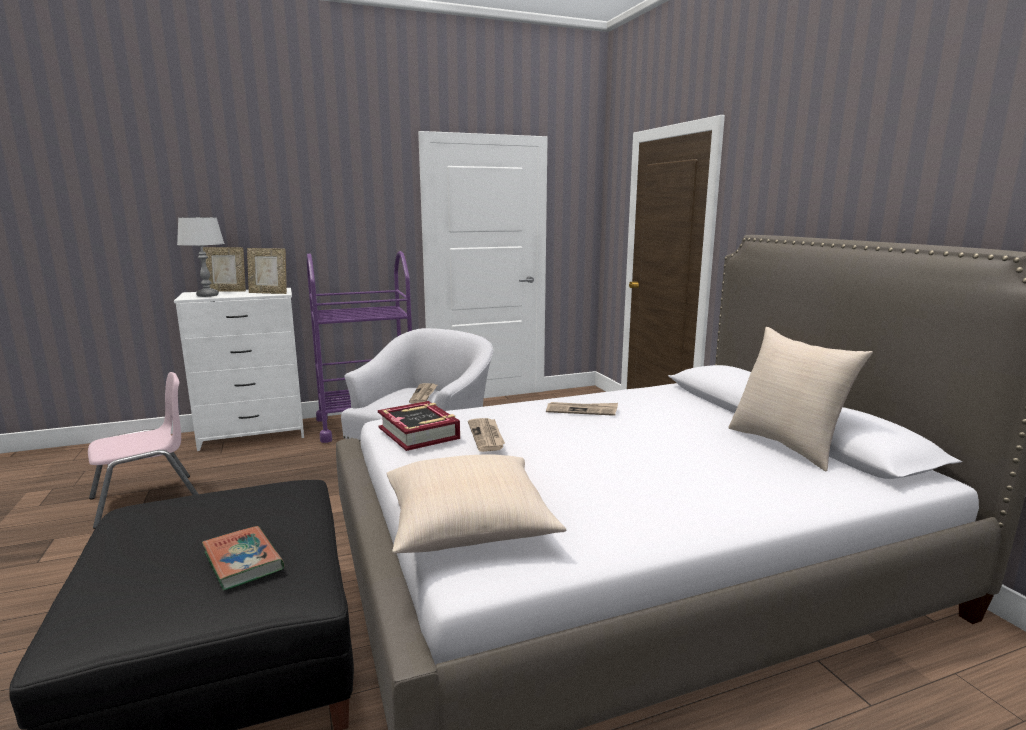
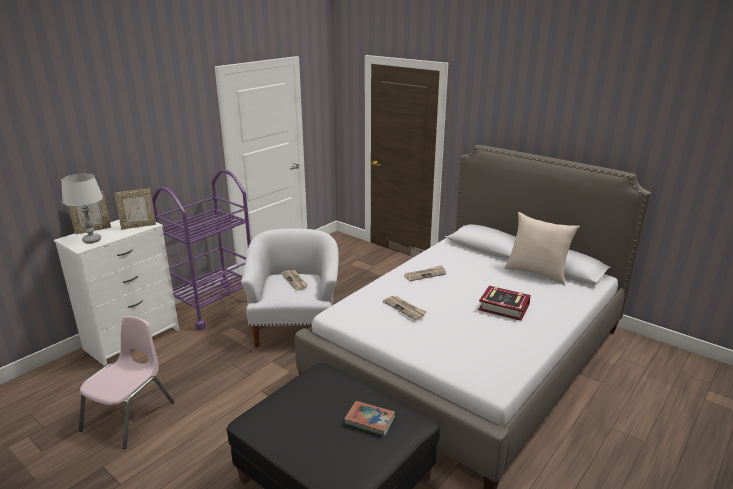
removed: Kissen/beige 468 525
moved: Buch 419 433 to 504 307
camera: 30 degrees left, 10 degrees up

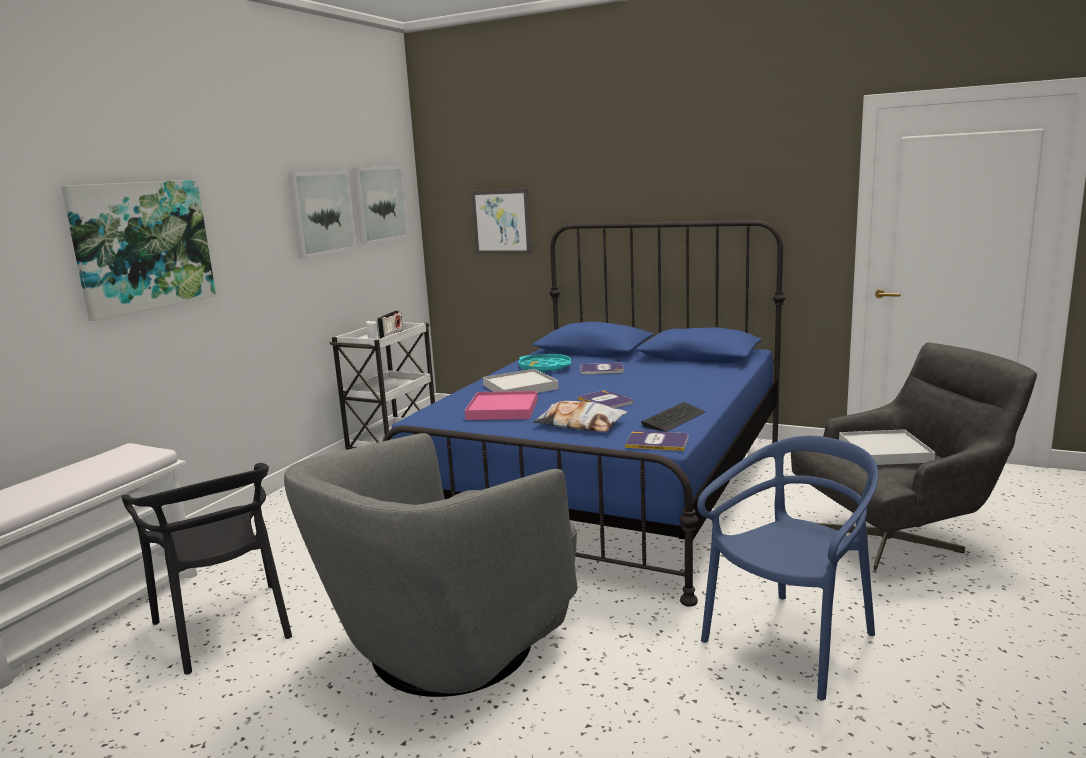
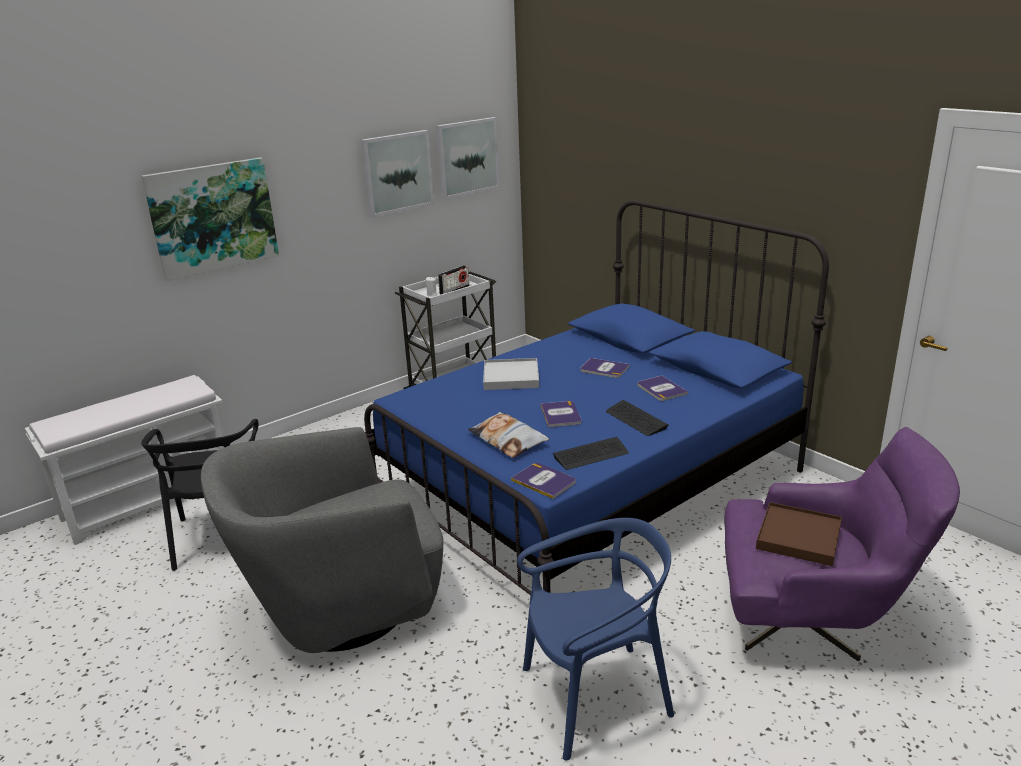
removed: Tablett/rosa 502 409; Bild 501 222; Tablett/türkis 545 368
added: Tastatur 636 419; Buch 661 389
recoloured: Sessel/grau 901 536 to Sessel/lila 814 621; Tablett/weiß 884 451 to Tablett/braun 798 537
camera: 25 degrees right, 10 degrees up

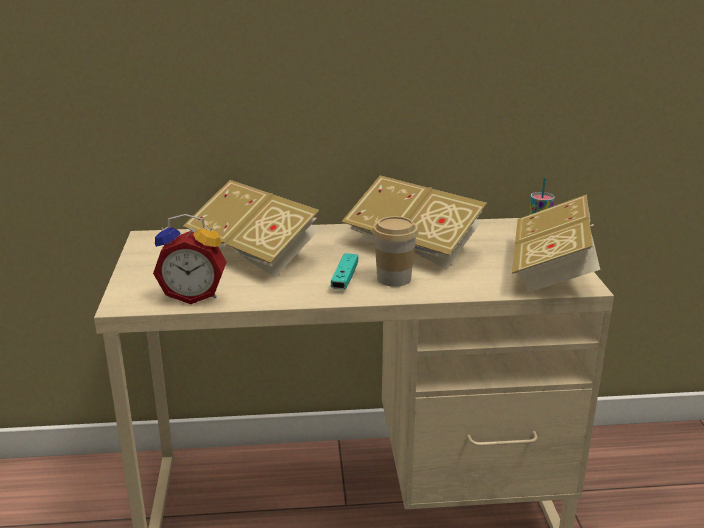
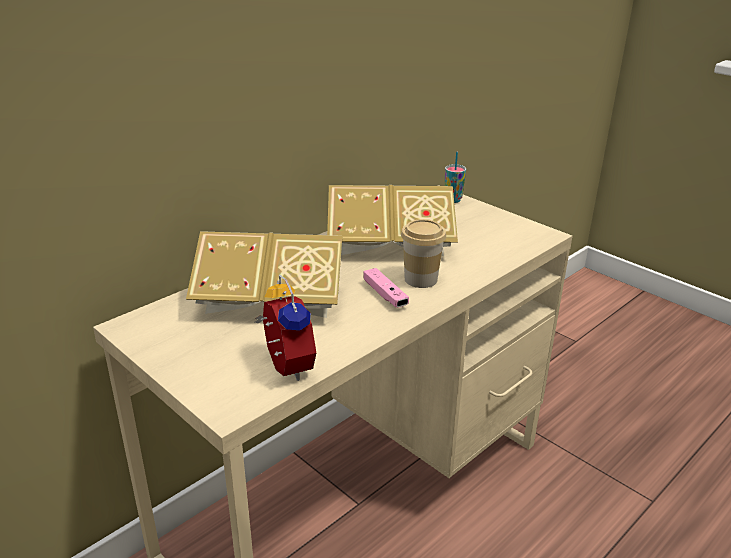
removed: Buch 552 270
recoloured: Gamepad/türkis 345 279 to Gamepad/rosa 385 295
turned: Wecker 194 295 = 284 367 75 degrees counterclockwise
camera: 40 degrees left, 5 degrees up

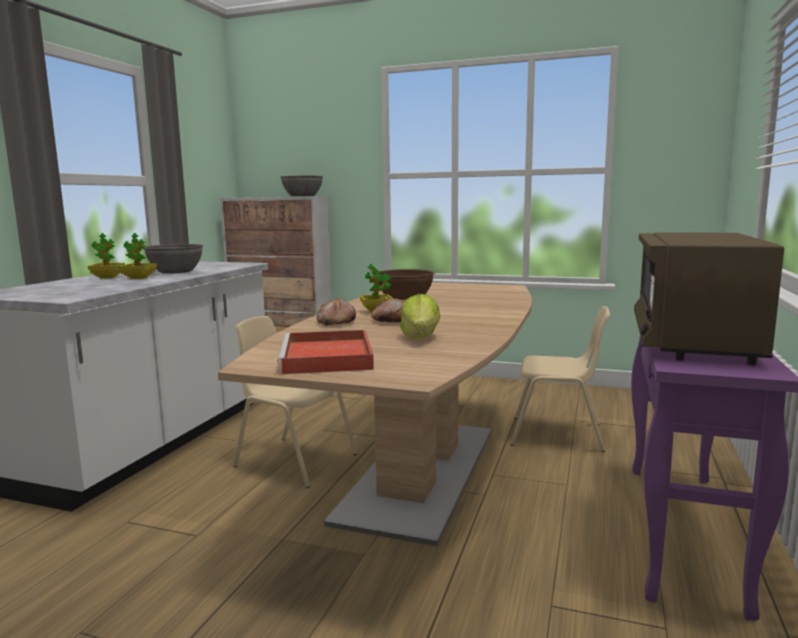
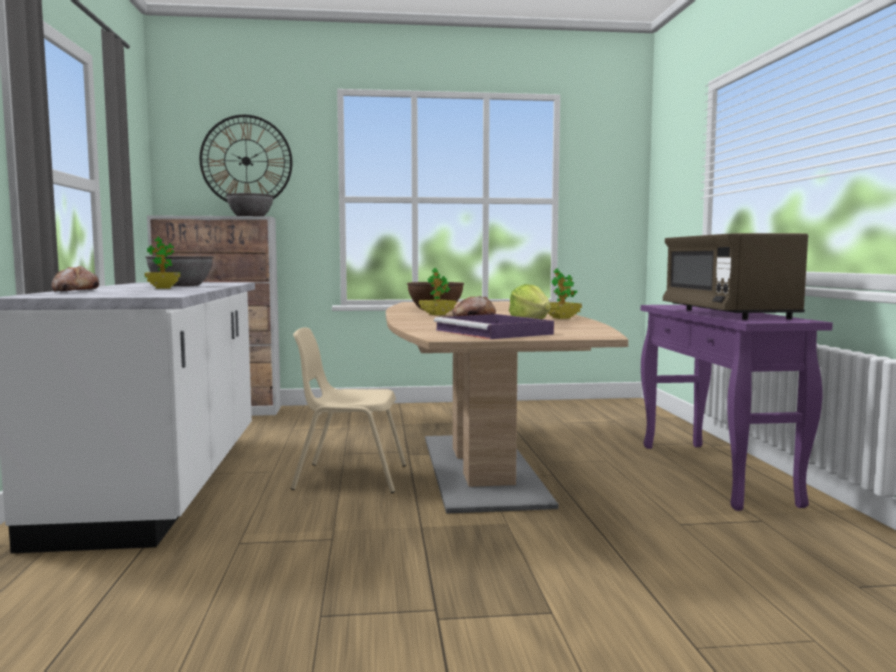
removed: Stuhl/beige 558 435
added: Wanduhr 246 161
moved: Brot 335 322 to 75 291; Topfpflanze 108 277 to 561 318
recoloured: Tablett/rot 328 357 to Tablett/lila 495 332
camera: 25 degrees left, 5 degrees down

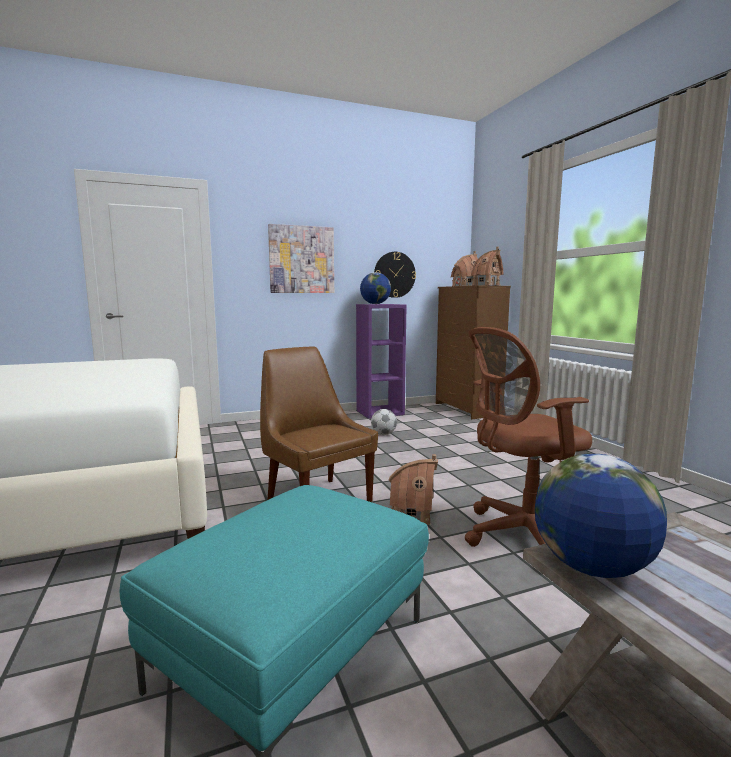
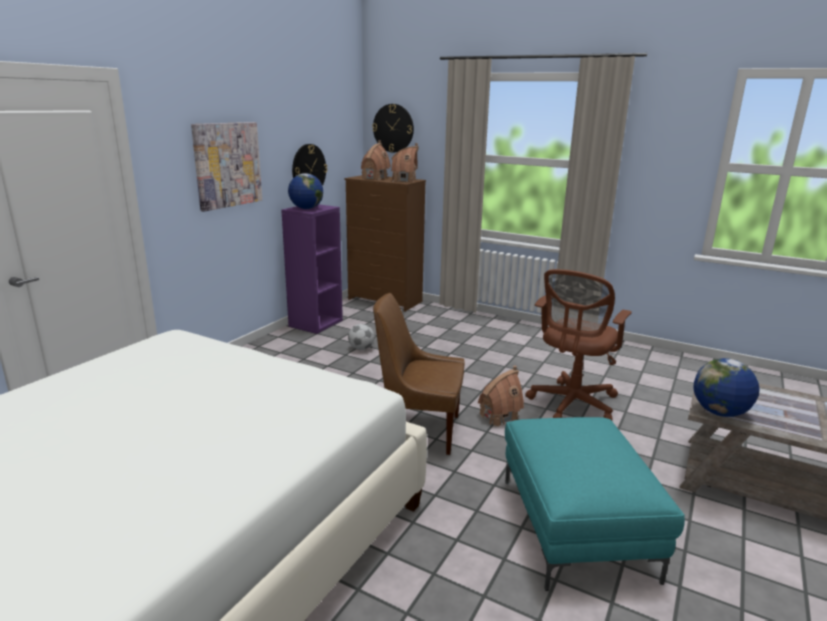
added: Wanduhr 393 128
camera: 40 degrees left, 10 degrees up

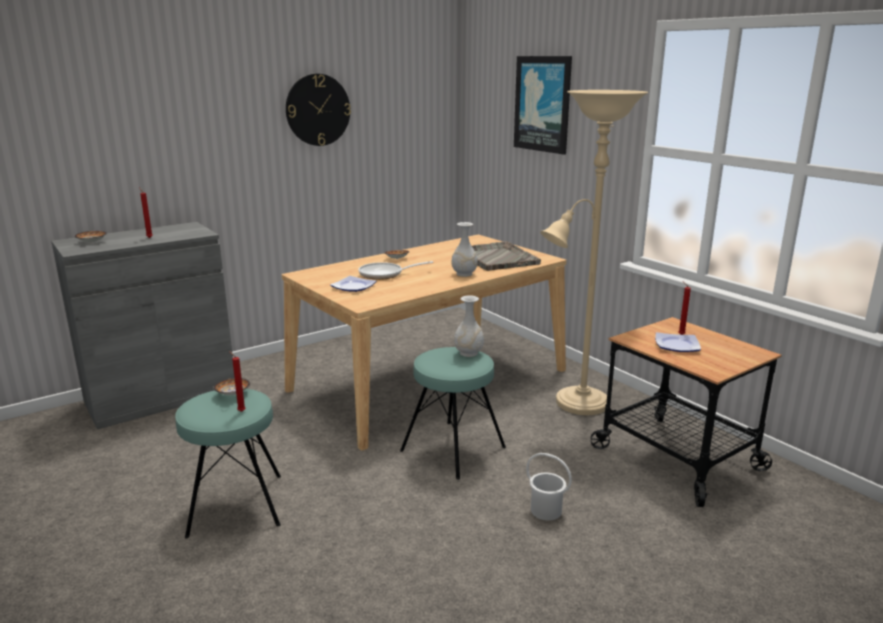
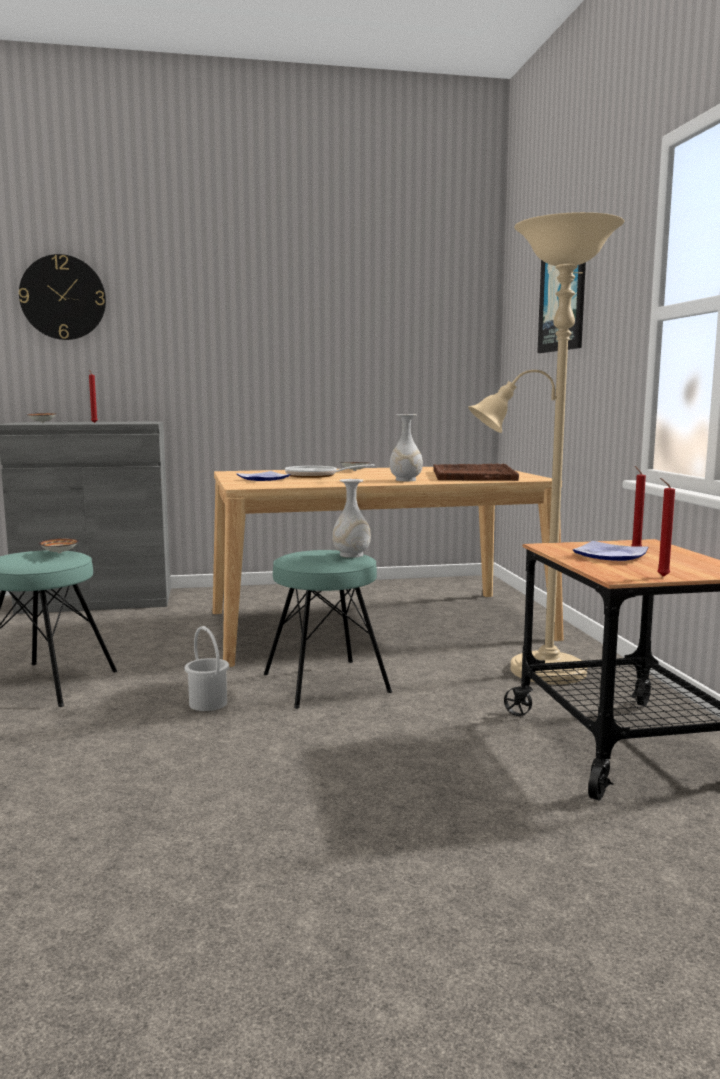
moved: Wanduhr 318 110 to 63 297; Eimer/weiß 546 510 to 208 703; Kerze/rot 240 411 to 661 576
recoloured: Tablett/grau 497 258 to Tablett/braun 473 475
camera: 25 degrees right, 10 degrees down

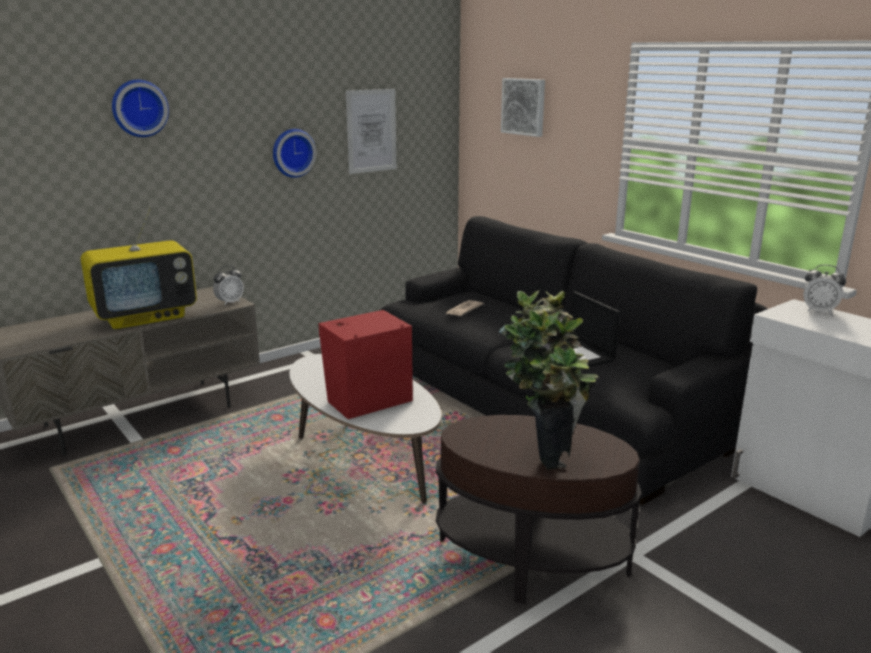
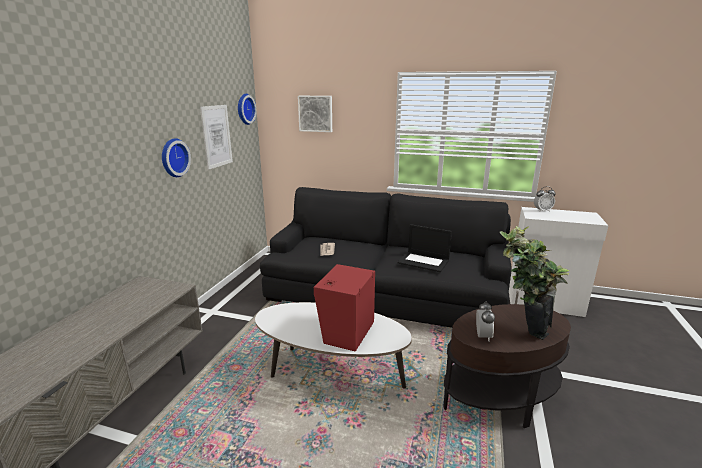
removed: Fernseher 145 317
moved: Wanduhr 139 108 to 244 109; Wecker 230 302 to 482 336
camera: 35 degrees left, 0 degrees up

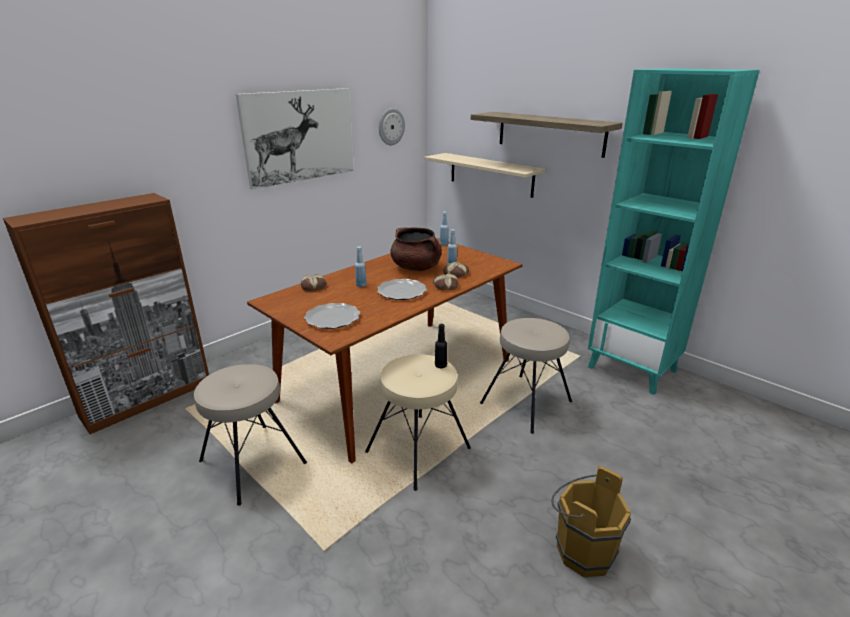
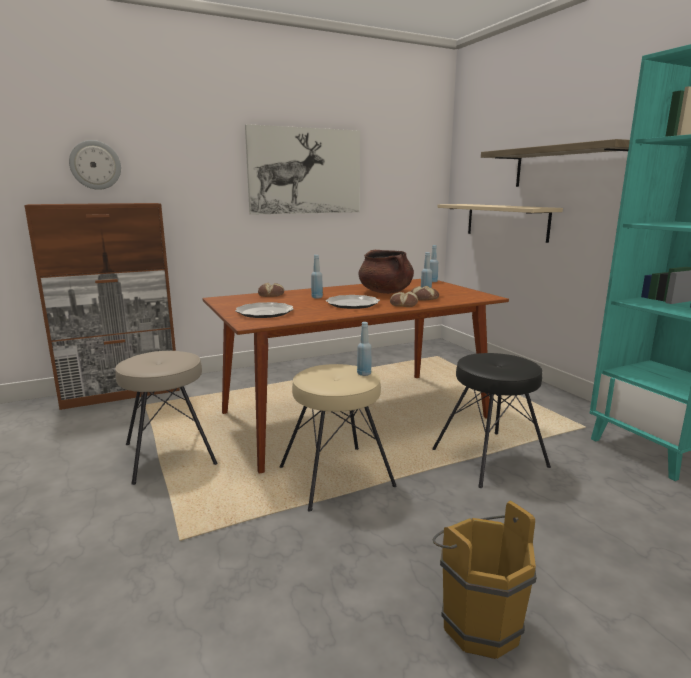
moved: Wanduhr 391 126 to 95 165
recoloured: Flasche/schwarz 440 365 to Flasche/blau 364 374; Hocker/beige 526 403 to Hocker/schwarz 490 459
camera: 20 degrees right, 10 degrees down

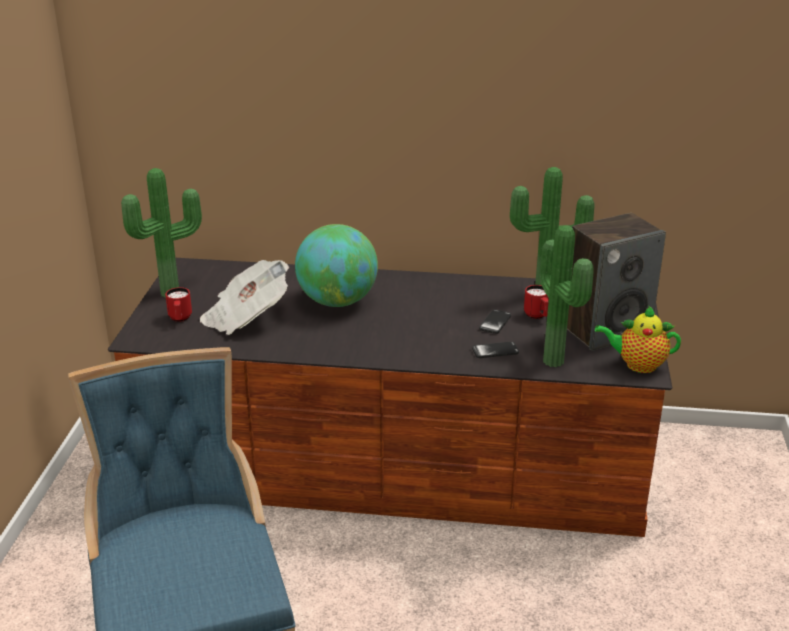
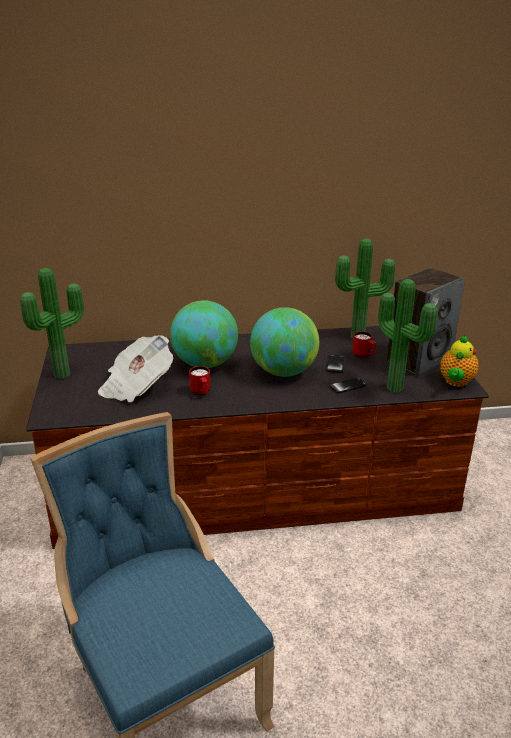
added: Globus 283 371
moved: Henkelbecher/rot 180 319 to 201 393
turned: Teekanne 637 365 = 456 382 60 degrees counterclockwise
camera: 15 degrees left, 0 degrees up

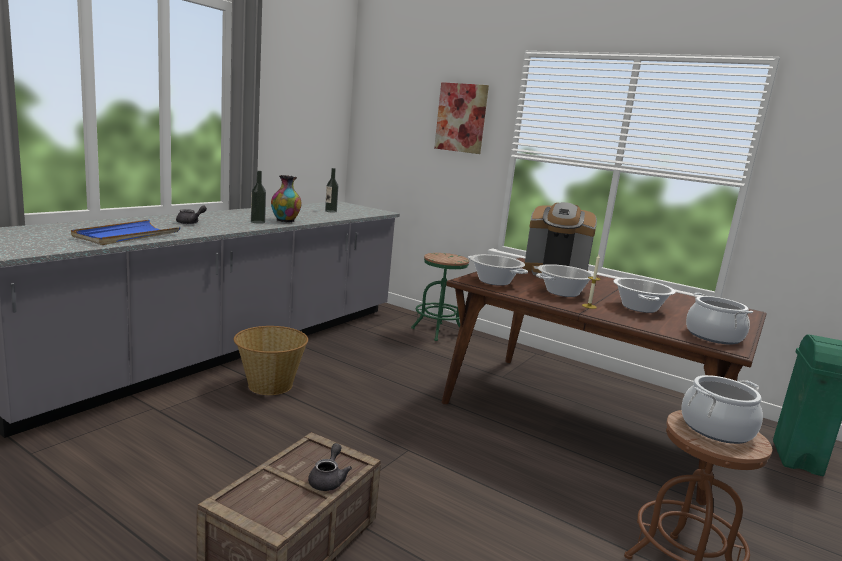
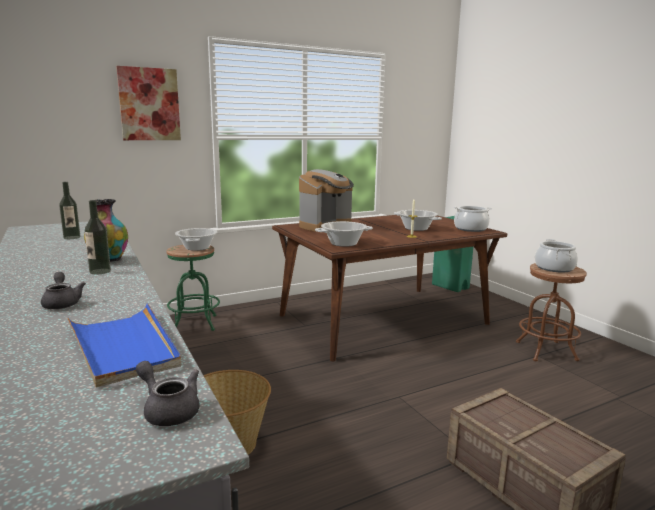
moved: Teekanne/grau 328 480 to 168 410; Kochtopf 562 292 to 197 248
camera: 60 degrees left, 0 degrees up

